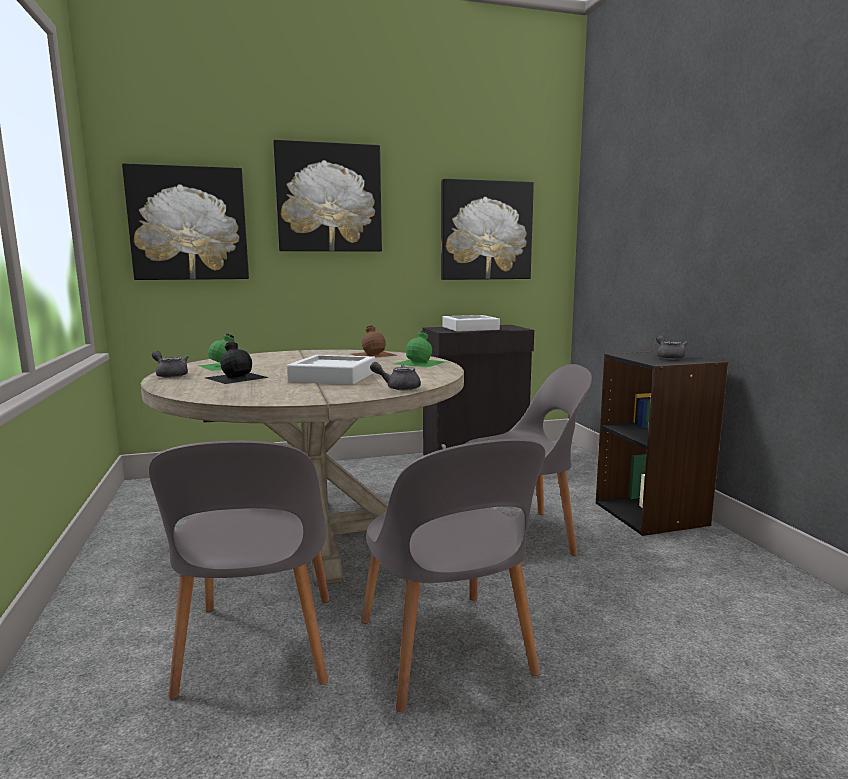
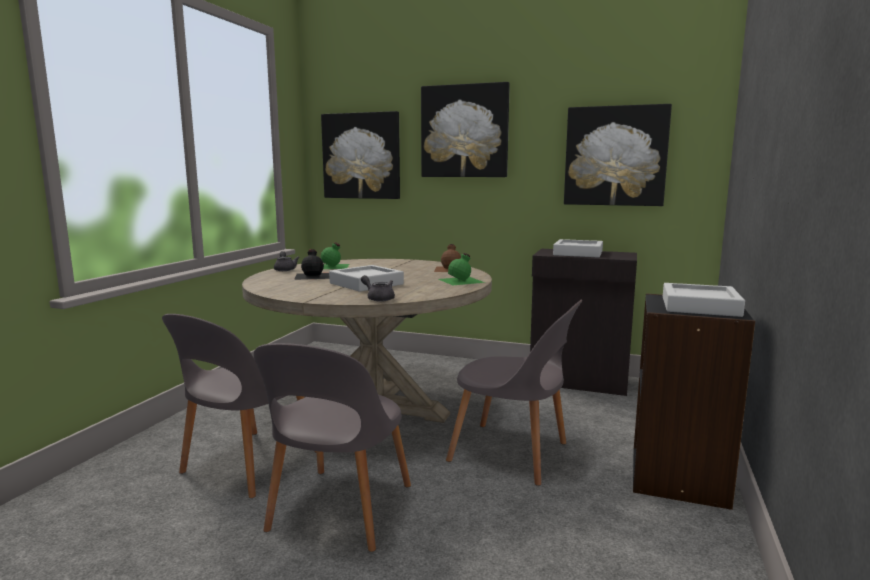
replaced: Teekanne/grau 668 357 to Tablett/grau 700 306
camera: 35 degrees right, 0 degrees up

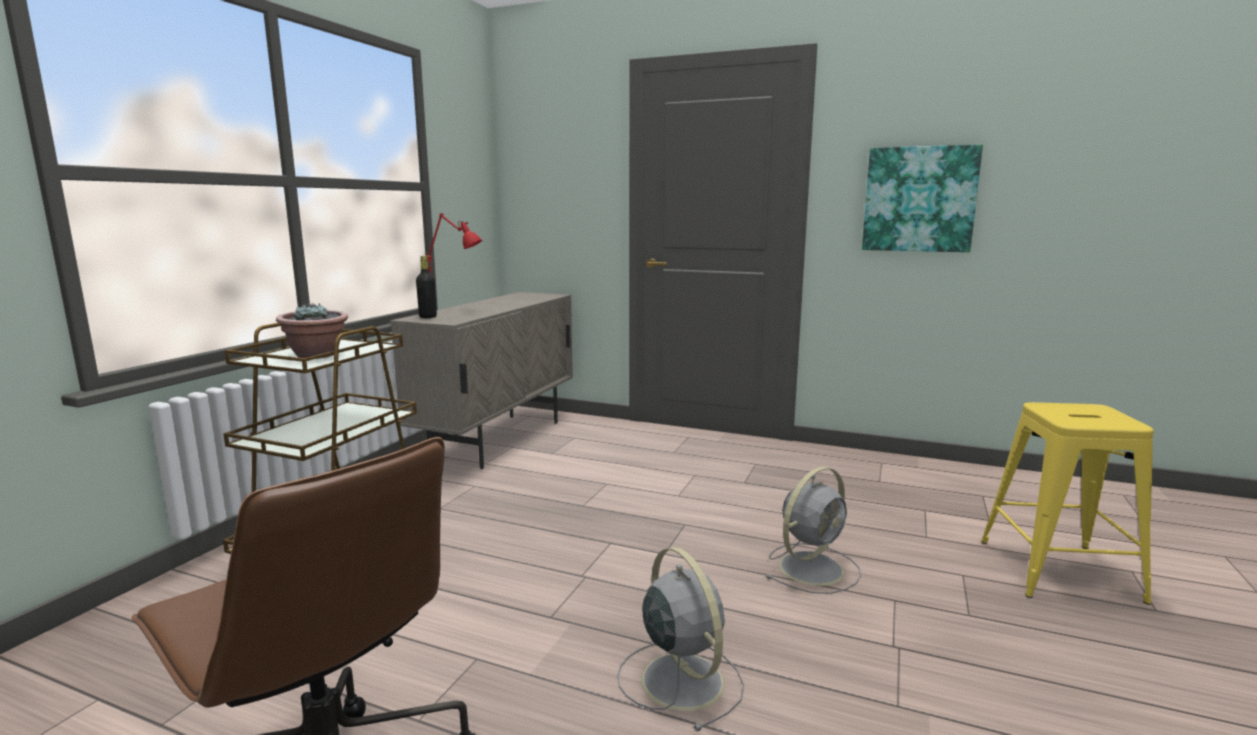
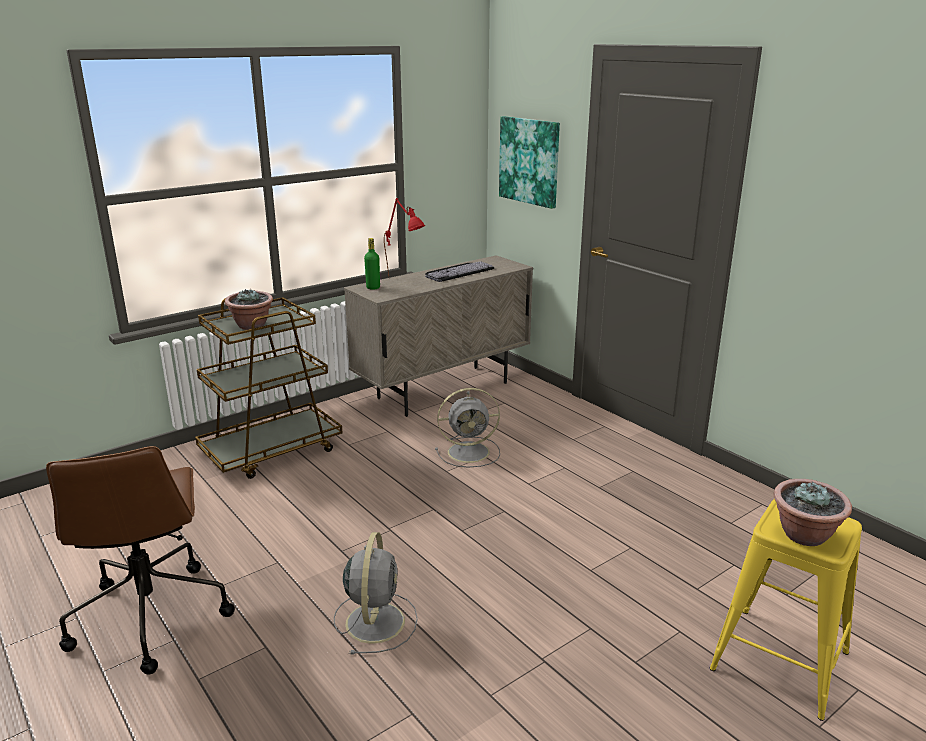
added: Tastatur 457 271; Topfpflanze 805 535
moved: Ventilator/grau 812 567 to 470 452; Bild 919 199 to 530 161
recoloured: Flasche/schwarz 428 317 to Flasche/grün 373 287
camera: 30 degrees right, 10 degrees up

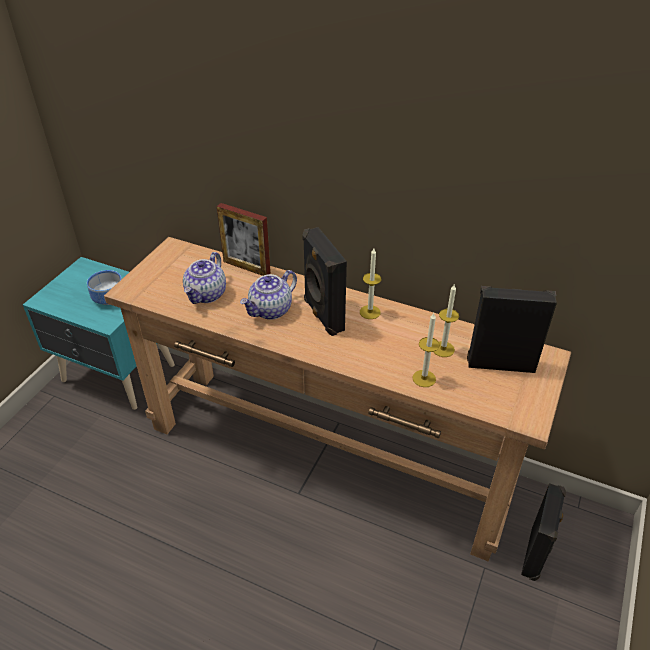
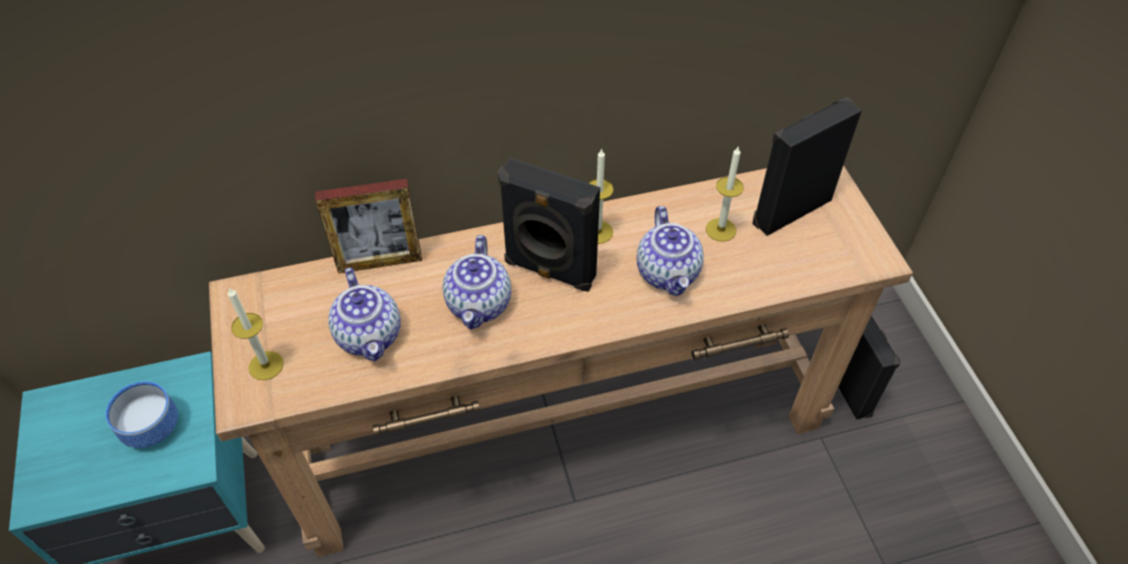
added: Teekanne 668 273
moved: Kerze 424 378 to 266 365
camera: 40 degrees left, 10 degrees up

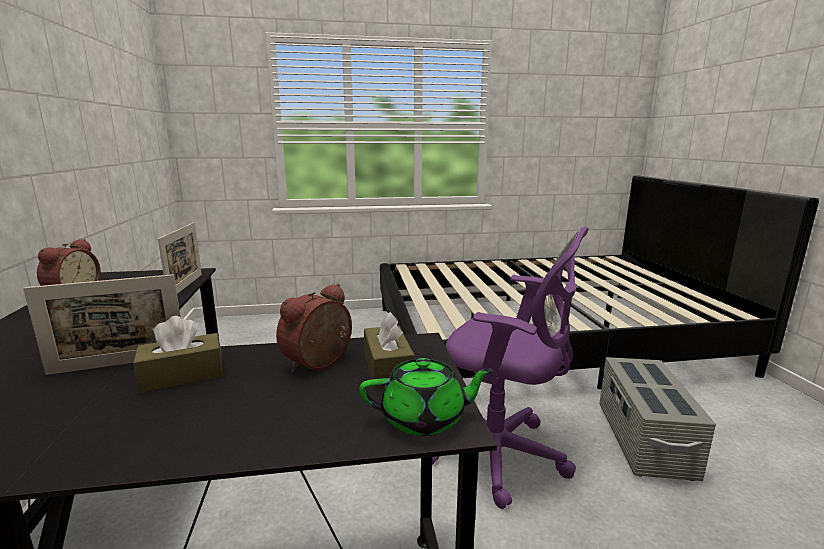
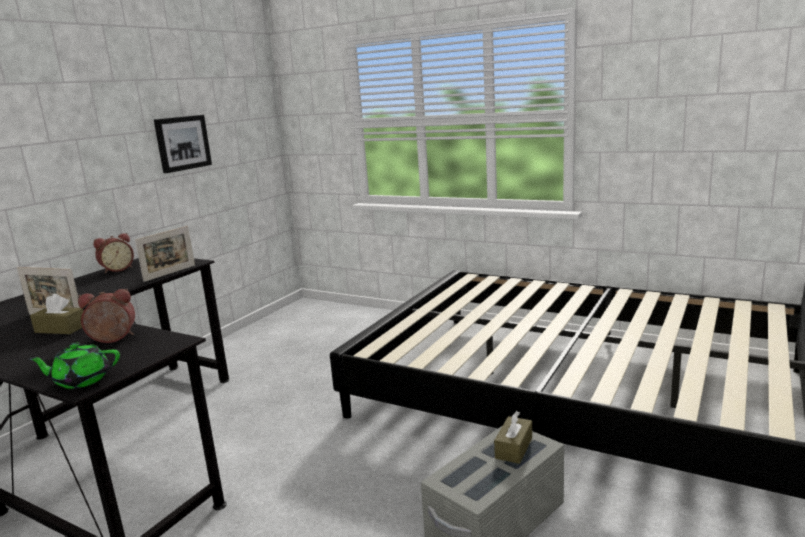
removed: Bürostuhl/lila 500 455
added: Bild 182 143
moved: Taschentuchbox/braun 388 369 to 513 448
turned: Teekanne/grün 424 418 = 81 380 135 degrees clockwise
camera: 40 degrees right, 0 degrees up

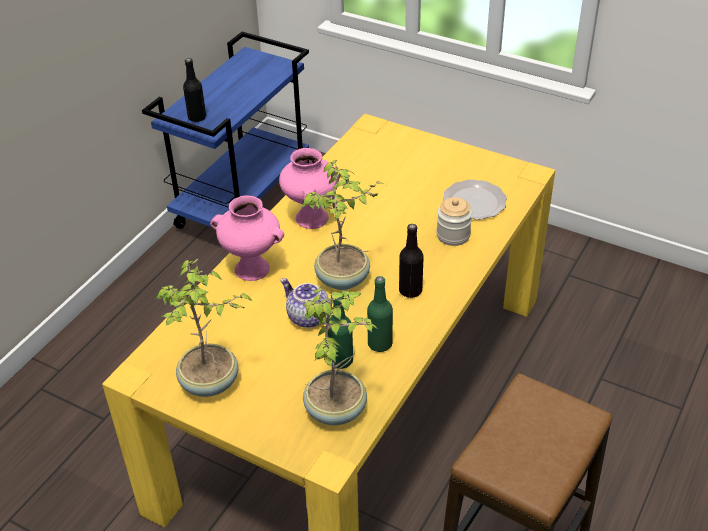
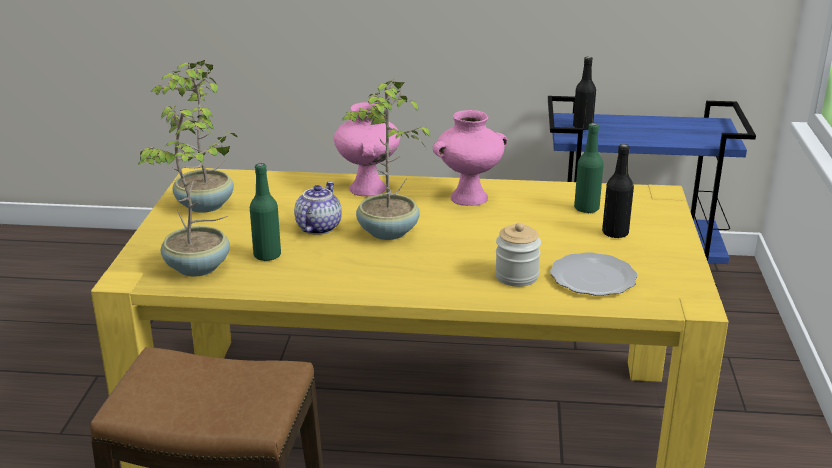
moved: Flasche/grün 380 344 to 586 208; Flasche/schwarz 410 290 to 615 233
camera: 65 degrees right, 15 degrees down

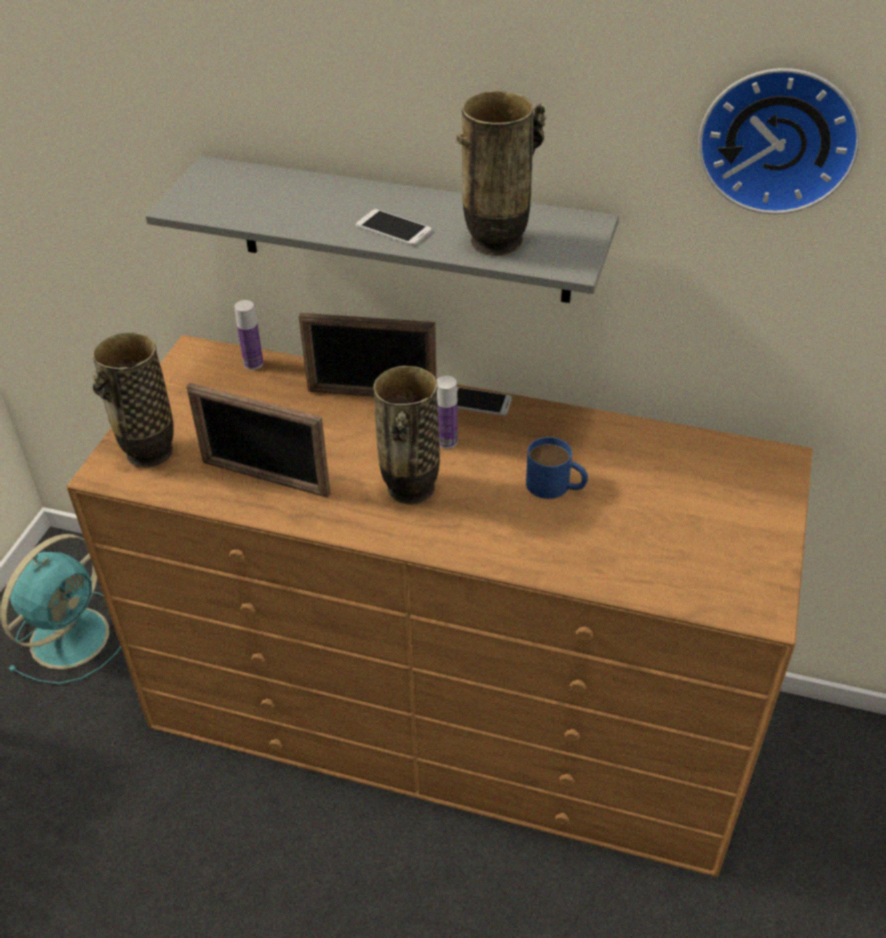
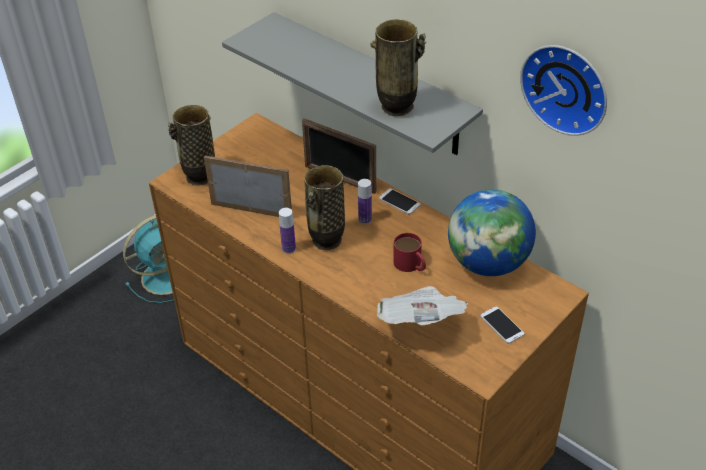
added: Zeitung 420 322; Globus 488 263
moved: Flasche 253 363 to 288 249; Handy 393 228 to 502 325
recoloured: Henkelbecher/blau 556 486 to Henkelbecher/rot 411 265
turned: Bilderrahmen 265 478 = 251 210 150 degrees clockwise
camera: 25 degrees right, 0 degrees up

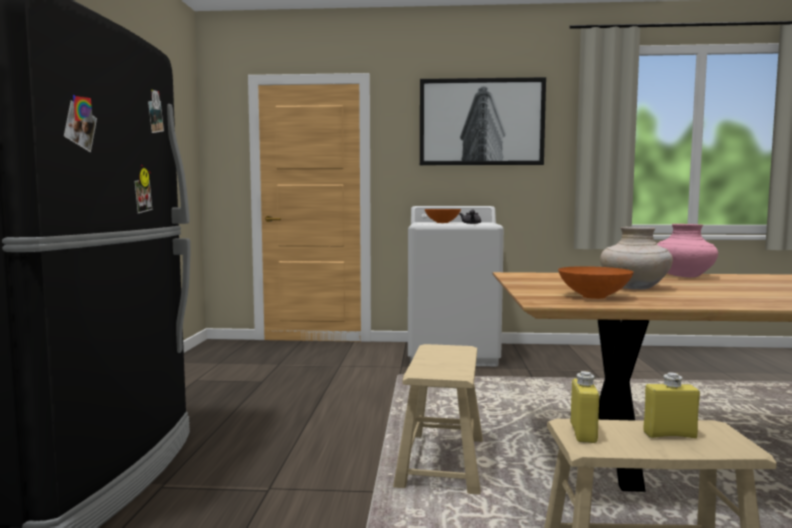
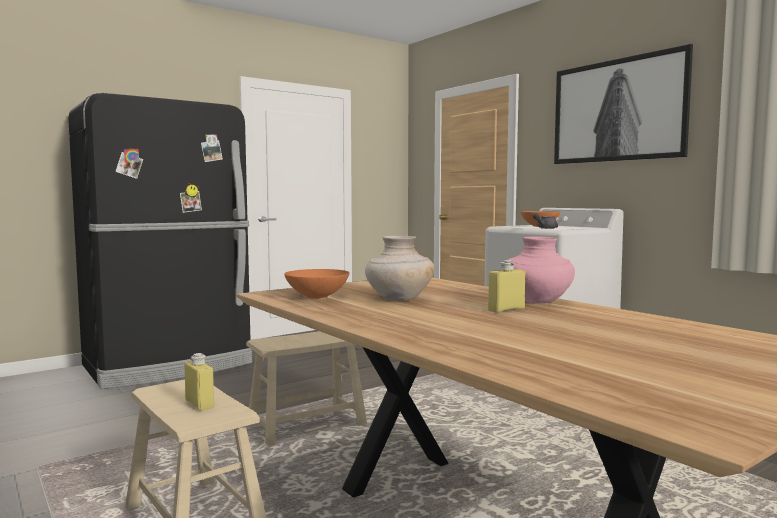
moved: Flasche/gelb 583 433 to 506 310
camera: 50 degrees right, 0 degrees up

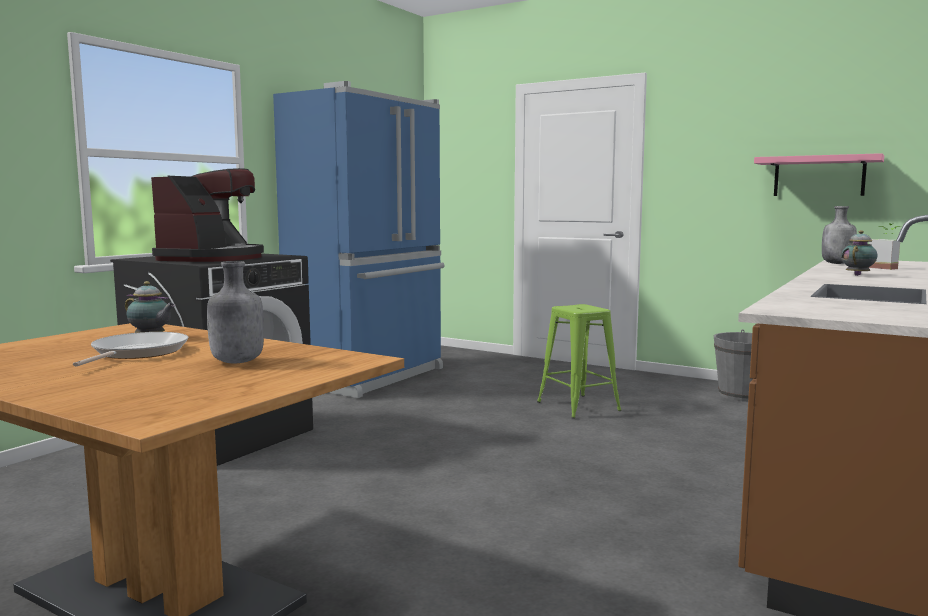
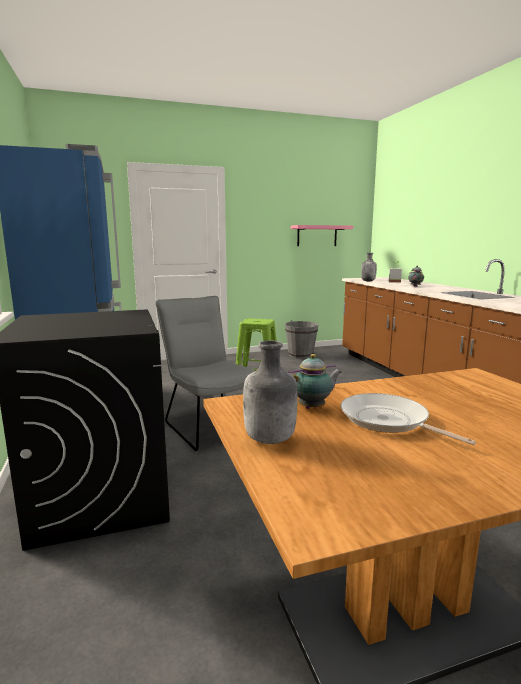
removed: Kaffeemaschine 213 258
added: Stuhl/grau 208 425
moved: Flasche/grau 236 362 to 270 440
camera: 50 degrees left, 5 degrees up

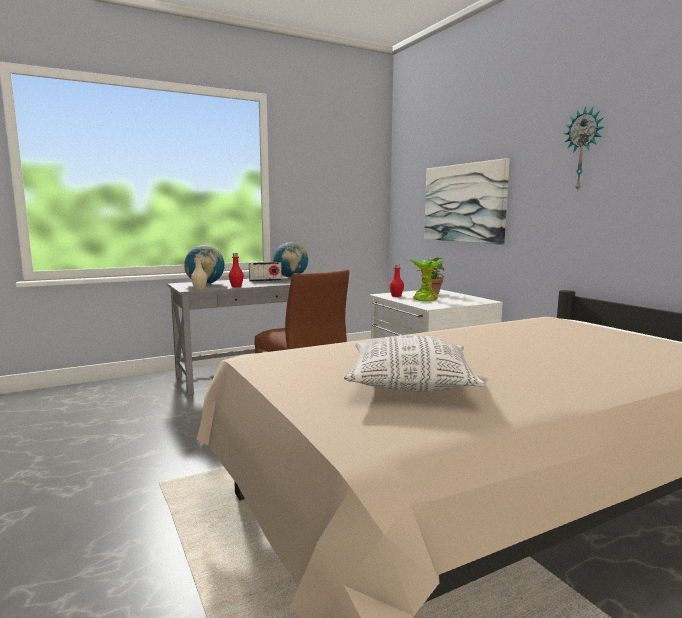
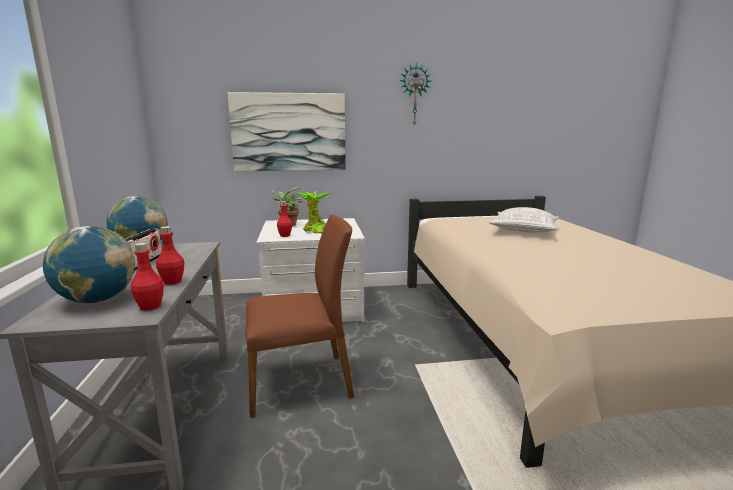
moved: Kissen 410 383 to 523 231
recoloured: Flasche/beige 199 289 to Flasche/rot 150 306
camera: 70 degrees left, 5 degrees up

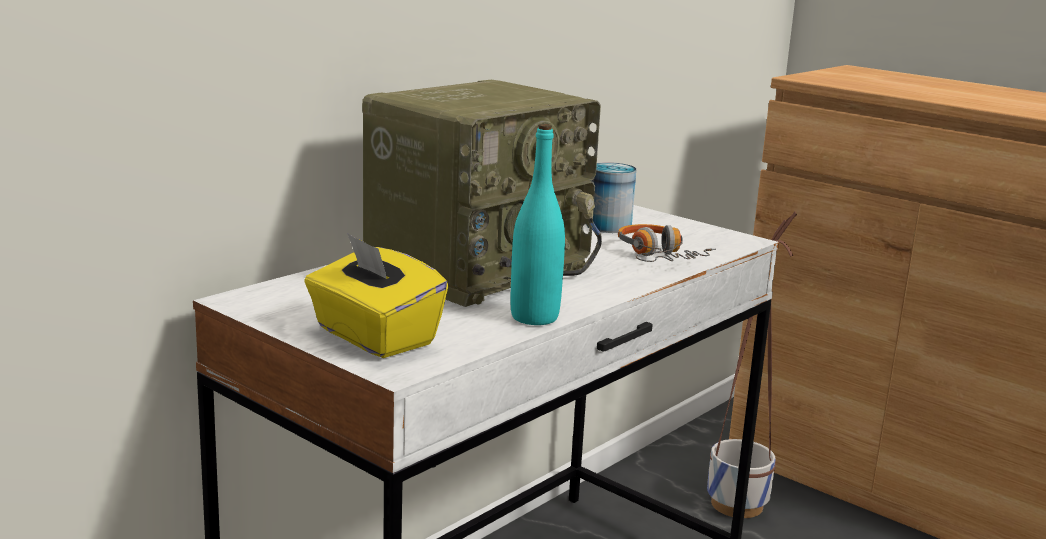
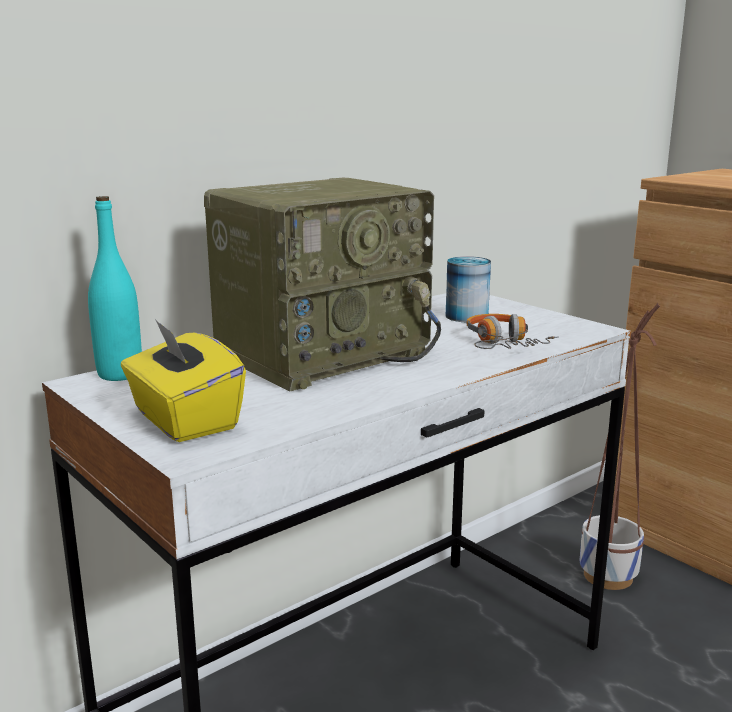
moved: Flasche/türkis 534 317 to 120 374
camera: 10 degrees right, 0 degrees up

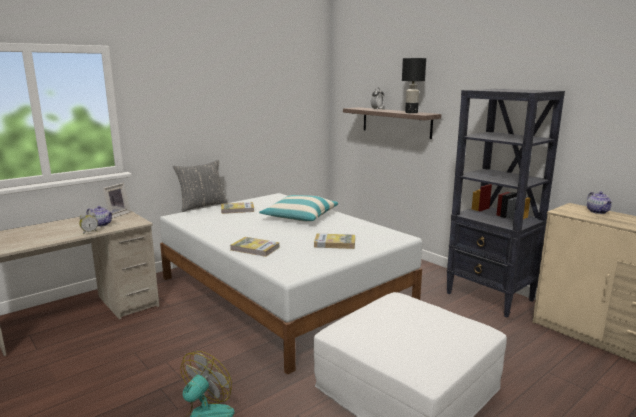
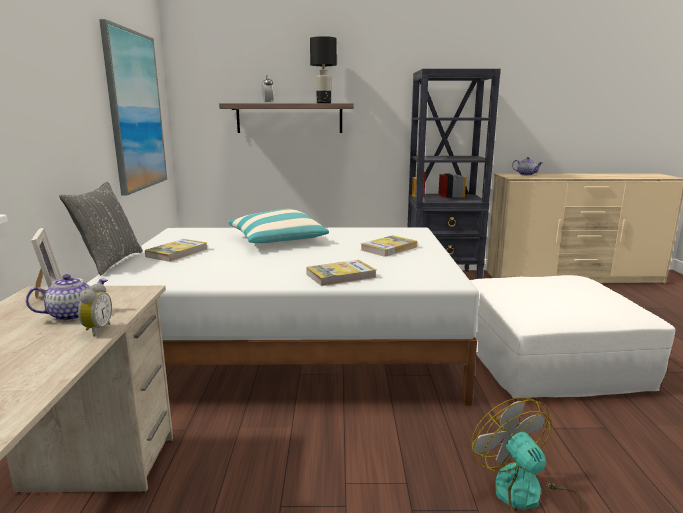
added: Bild 135 111
camera: 50 degrees left, 0 degrees up

